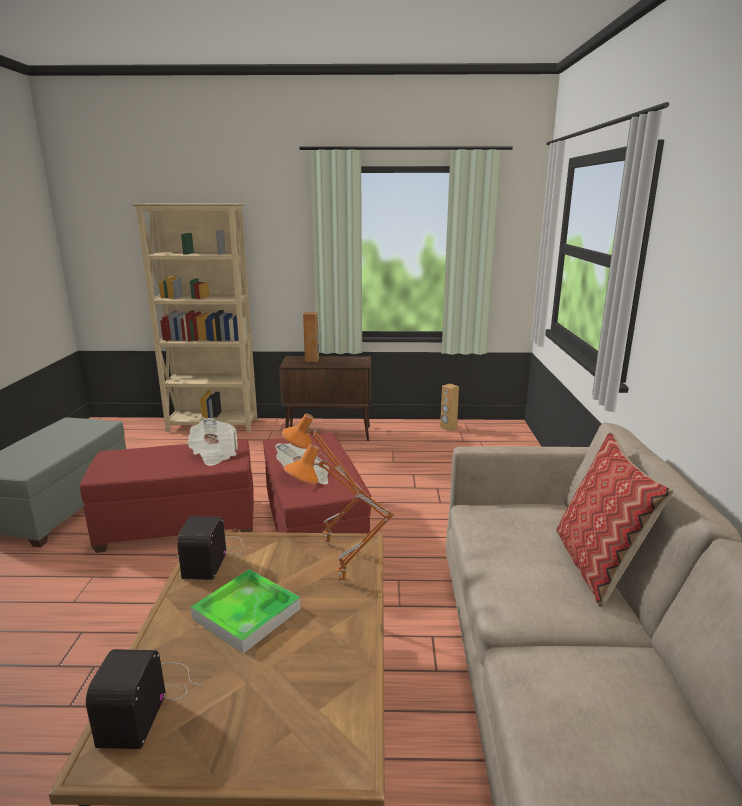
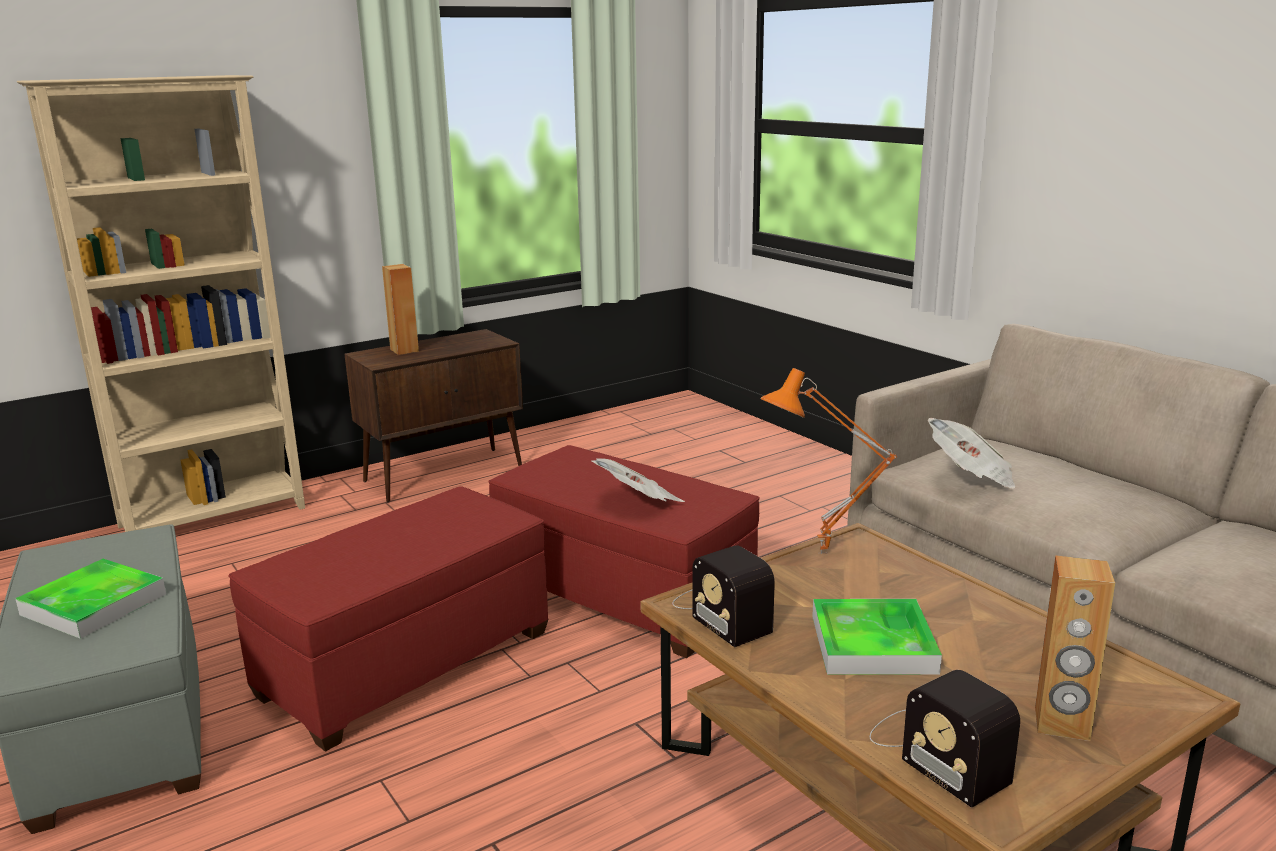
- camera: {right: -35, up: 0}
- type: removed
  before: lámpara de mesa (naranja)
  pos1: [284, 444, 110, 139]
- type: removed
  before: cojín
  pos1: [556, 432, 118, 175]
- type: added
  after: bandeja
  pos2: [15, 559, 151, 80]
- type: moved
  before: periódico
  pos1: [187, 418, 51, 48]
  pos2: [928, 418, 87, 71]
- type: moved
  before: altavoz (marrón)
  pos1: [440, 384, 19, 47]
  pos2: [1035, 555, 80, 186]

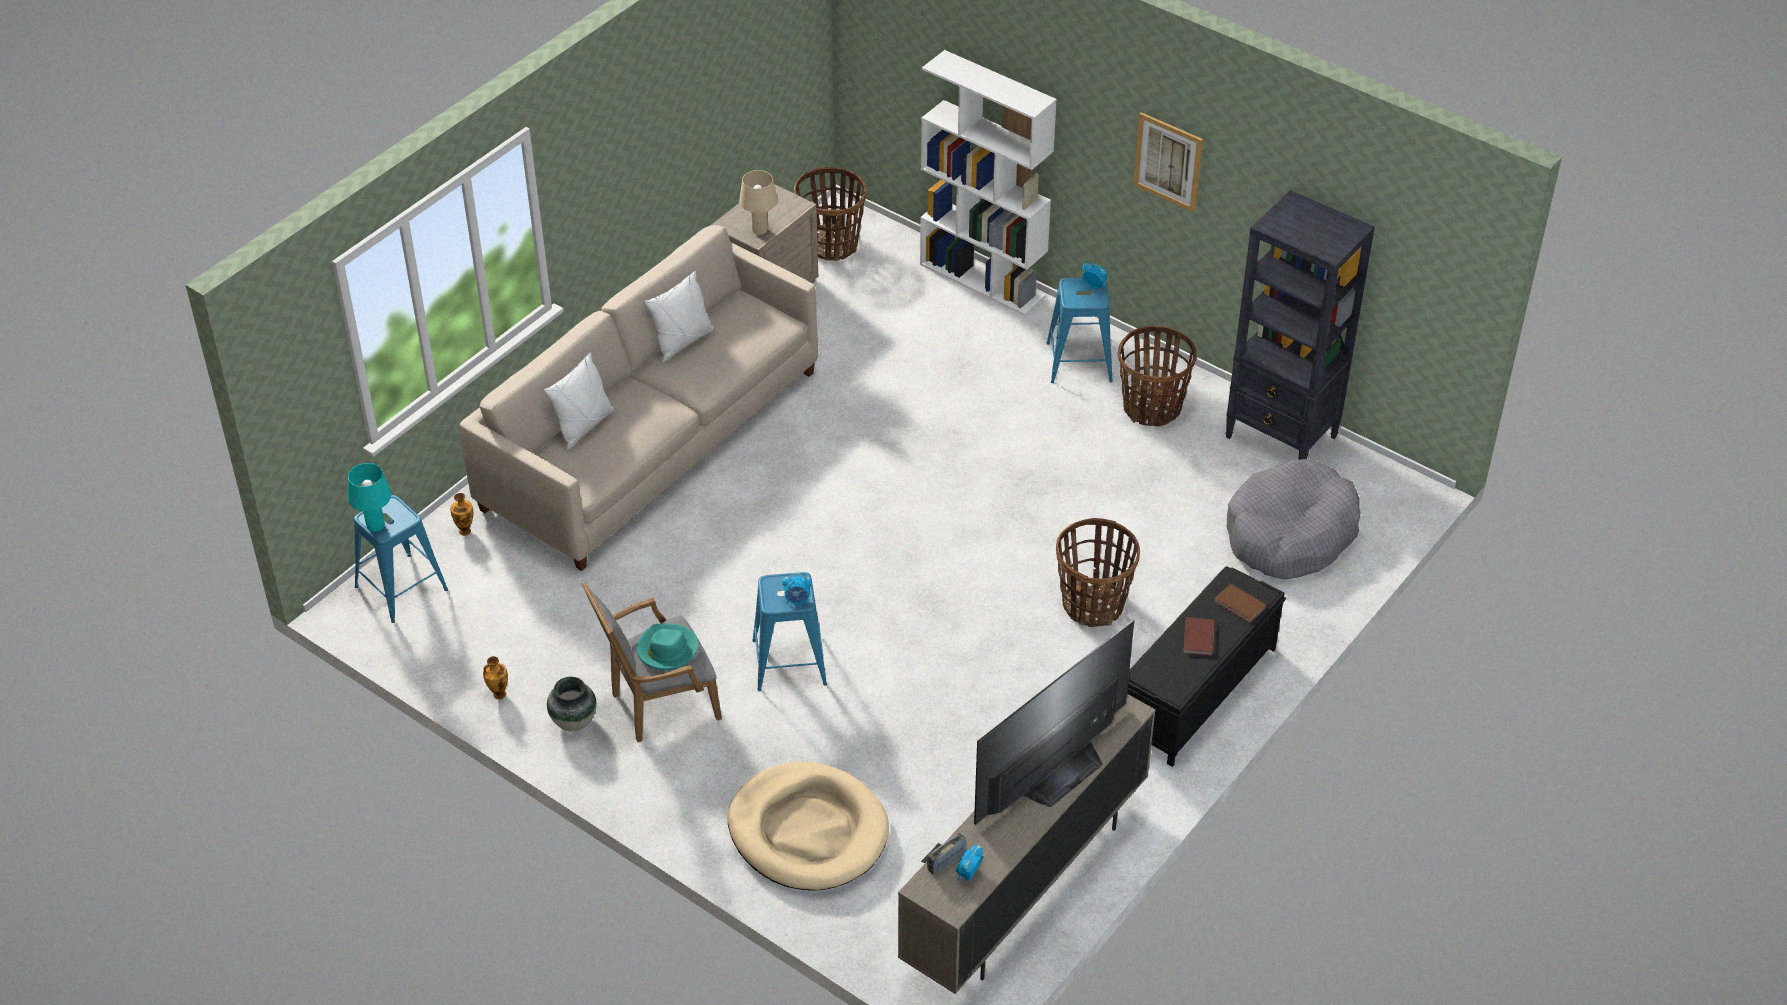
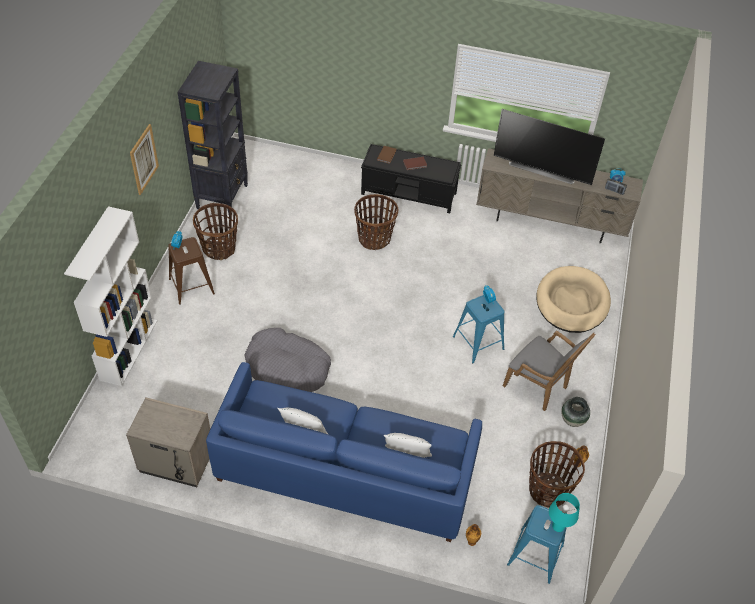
- camera: {right: -115, up: 5}
- type: removed
  before: sombrero (turquesa)
  pos1: [637, 623, 61, 47]
- type: removed
  before: lámpara de mesa (beis)
  pos1: [739, 170, 39, 65]
- type: moved
  before: cesta
  pos1: [794, 166, 72, 95]
  pos2: [529, 441, 56, 67]
- type: moved
  before: cama para perro (gris)
  pos1: [1227, 459, 133, 121]
  pos2: [244, 328, 87, 64]
- type: recoloured
  before: sofá (beis)
  after: sofá (azul)
  pos1: [459, 225, 359, 346]
  pos2: [206, 362, 276, 180]
- type: recoloured
  before: taburete (azul)
  after: taburete (marrón)
  pos1: [1047, 278, 66, 105]
  pos2: [168, 237, 47, 68]

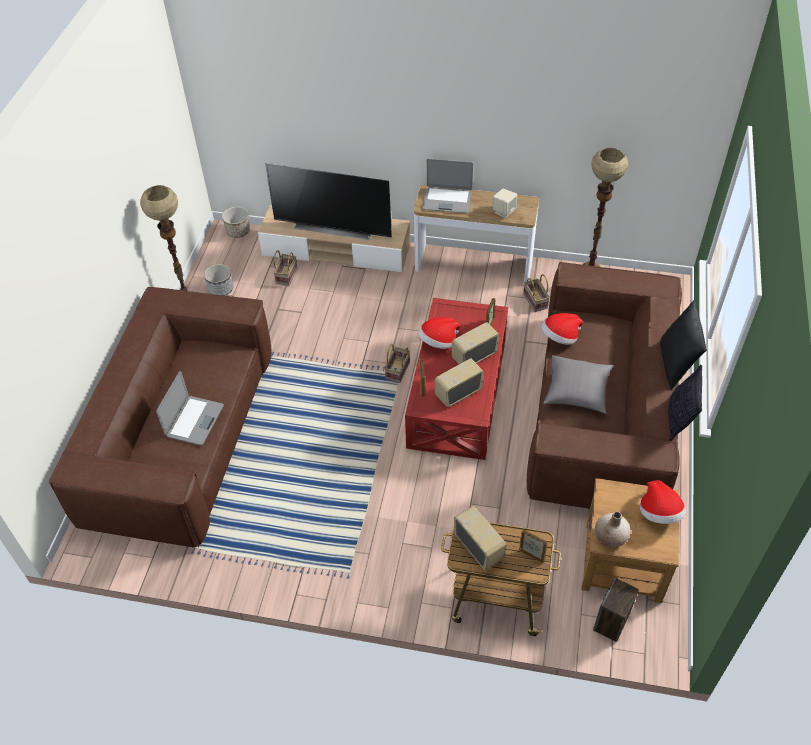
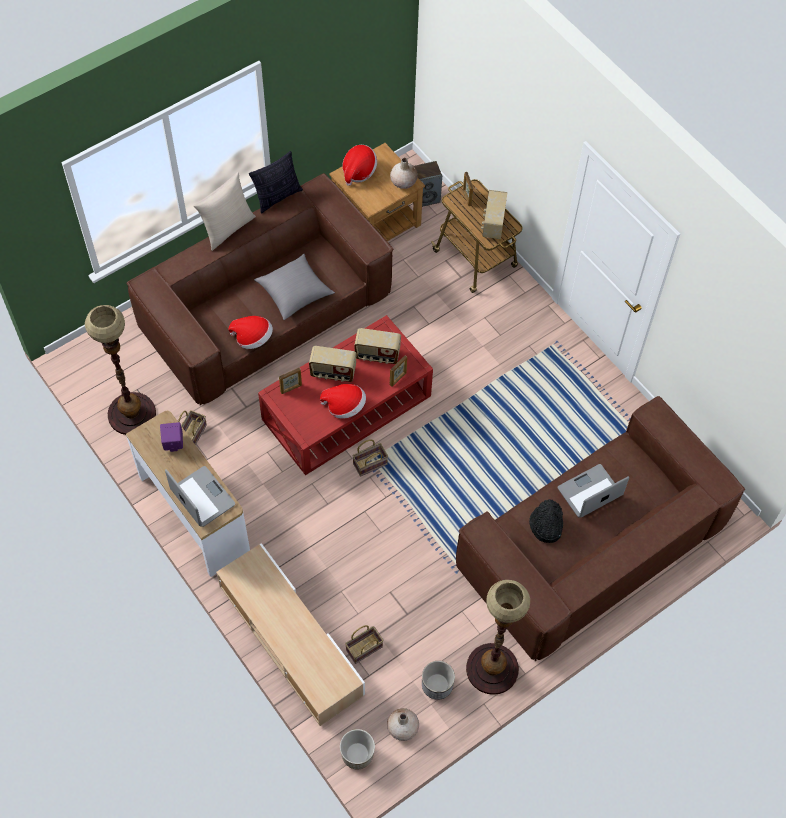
- camera: {right: -140, up: 10}
- type: removed
  before: televisor
  pos1: [265, 163, 127, 77]
- type: added
  after: florero (beis)
  pos2: [387, 708, 32, 33]
- type: added
  after: sombrero (negro)
  pos2: [529, 499, 34, 44]
- type: recoloured
  before: altavoz (beis)
  after: altavoz (morado)
  pos1: [493, 189, 24, 29]
  pos2: [160, 422, 23, 30]
- type: recoloured
  before: cojín (negro)
  after: cojín (beis)
  pos1: [660, 300, 47, 90]
  pos2: [193, 172, 63, 79]

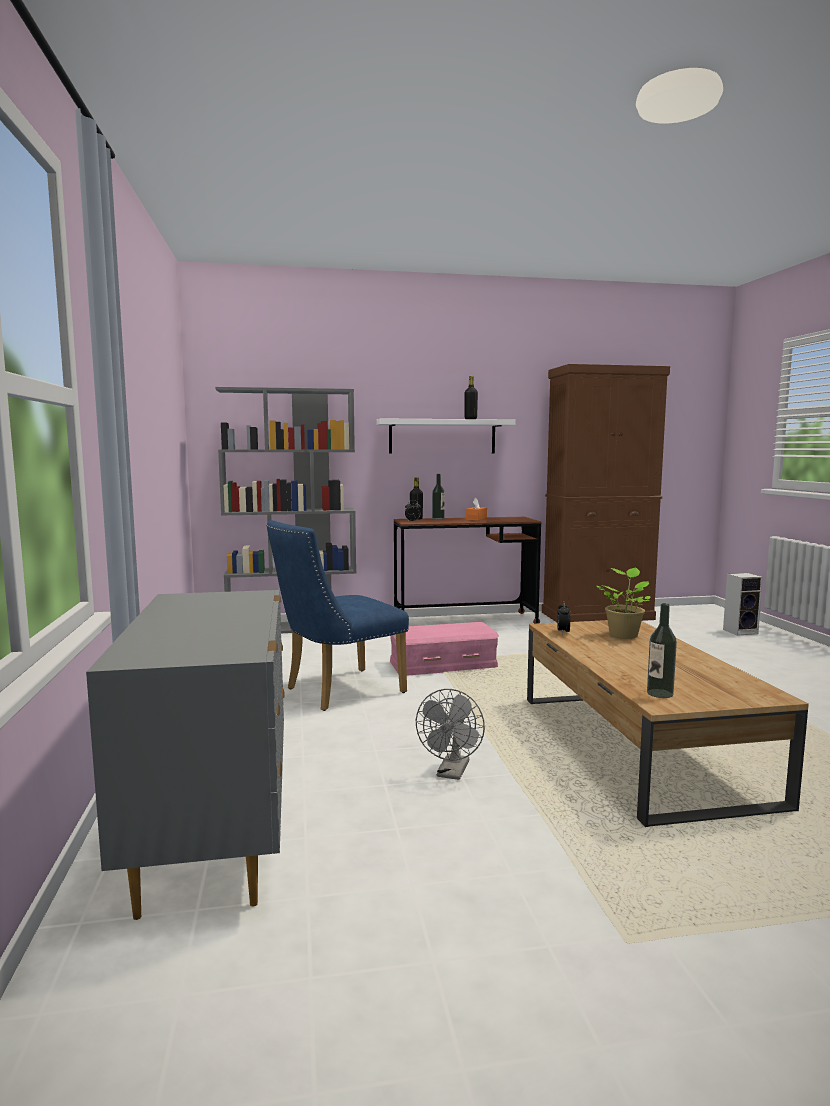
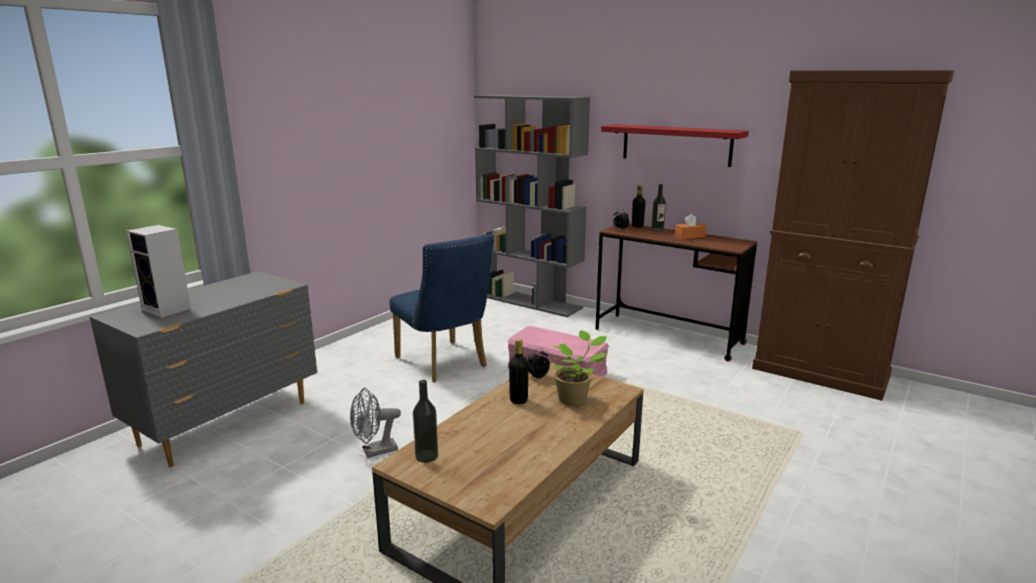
- camera: {right: 45, up: 10}
- type: moved
  before: botella (negro)
  pos1: [465, 376, 13, 43]
  pos2: [509, 339, 20, 65]
- type: moved
  before: altavoz
  pos1: [723, 573, 40, 63]
  pos2: [126, 225, 65, 93]
- type: recoloured
  before: estante (blanco)
  after: estante (rojo)
  pos1: [377, 418, 139, 36]
  pos2: [601, 124, 148, 43]
- type: turned
  before: silla (azul)
  pos1: [266, 520, 143, 191]
  pos2: [389, 234, 106, 148]
  turn: -135

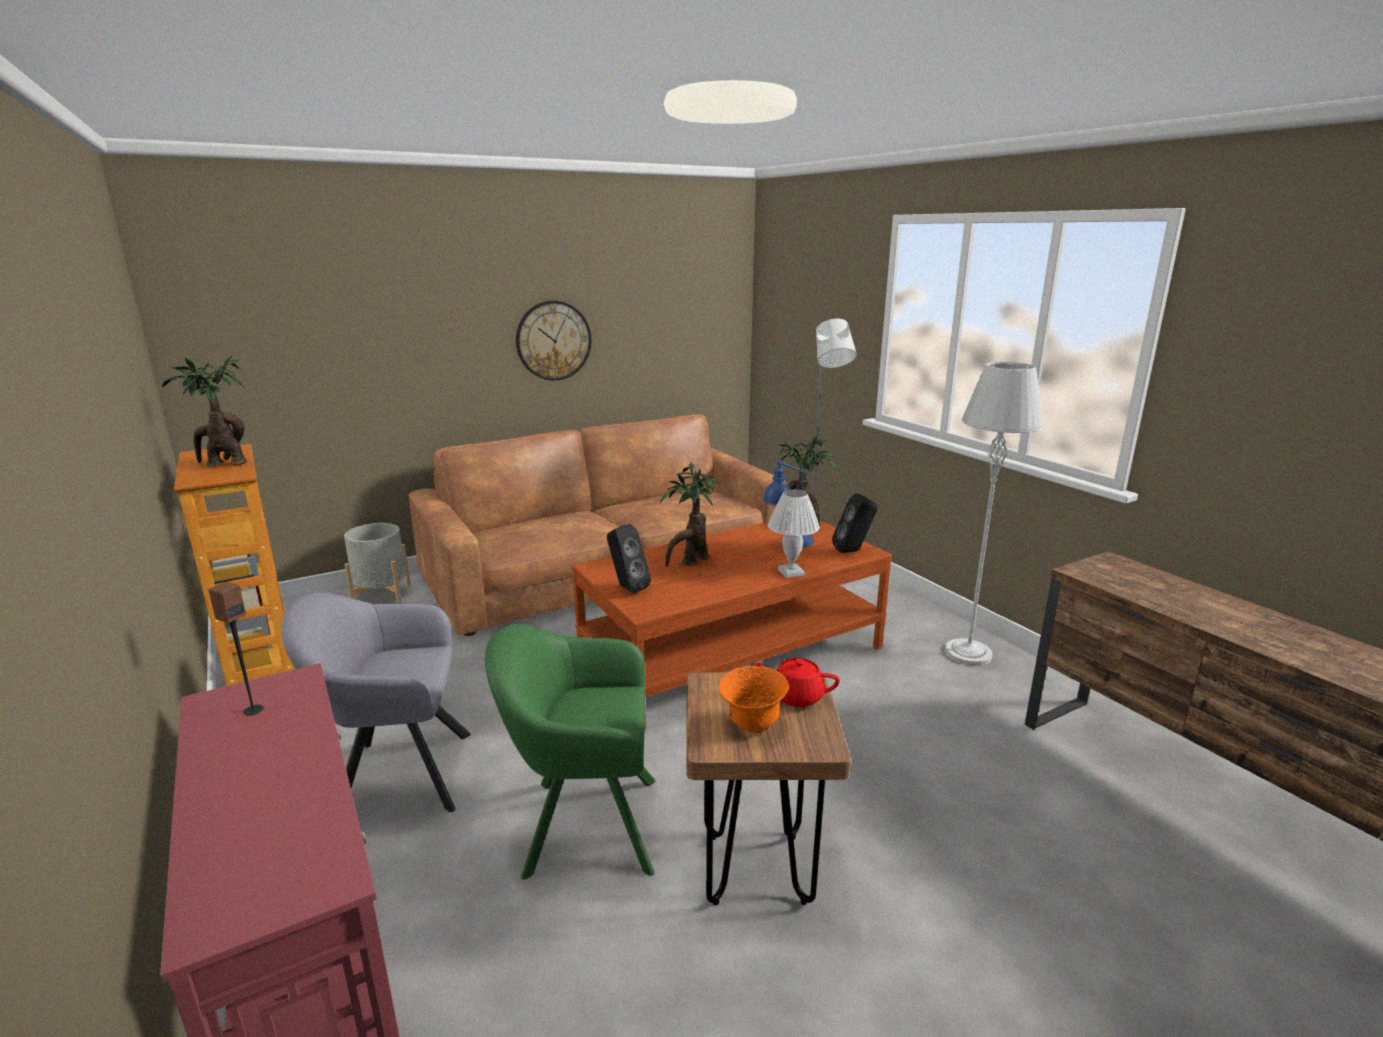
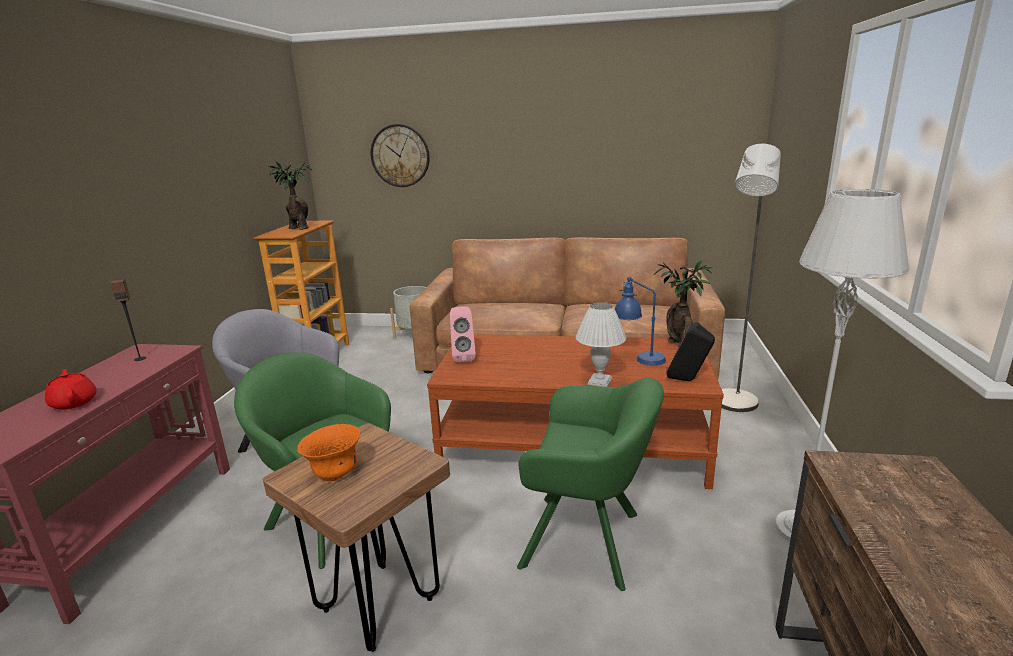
- camera: {right: 40, up: 0}
- type: removed
  before: planta en maceta
  pos1: [660, 462, 60, 105]
- type: added
  after: sillón (verde)
  pos2: [517, 378, 147, 213]
- type: moved
  before: reloj de pared
  pos1: [516, 301, 75, 80]
  pos2: [371, 124, 59, 63]
- type: moved
  before: tetera (rojo)
  pos1: [753, 658, 87, 49]
  pos2: [45, 369, 52, 41]
- type: recoloured
  before: altavoz (negro)
  after: altavoz (rosa)
  pos1: [607, 524, 44, 69]
  pos2: [450, 306, 26, 57]

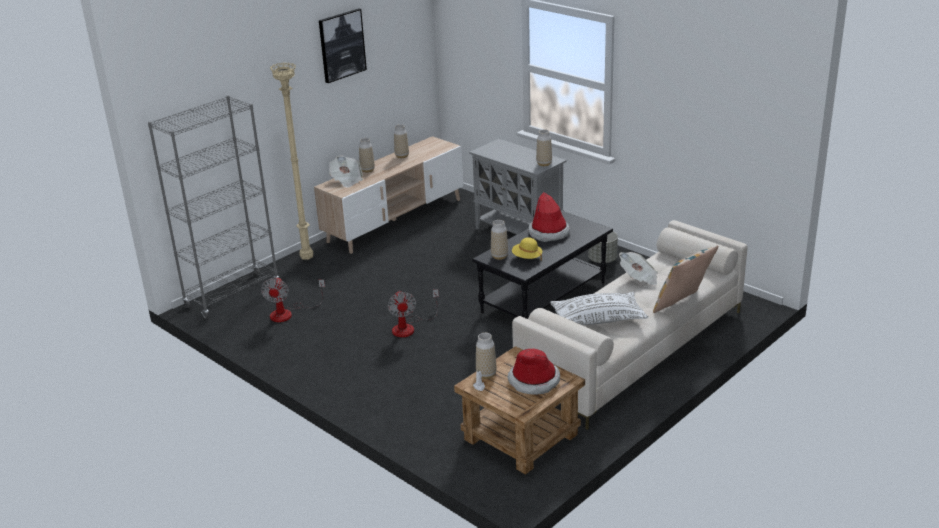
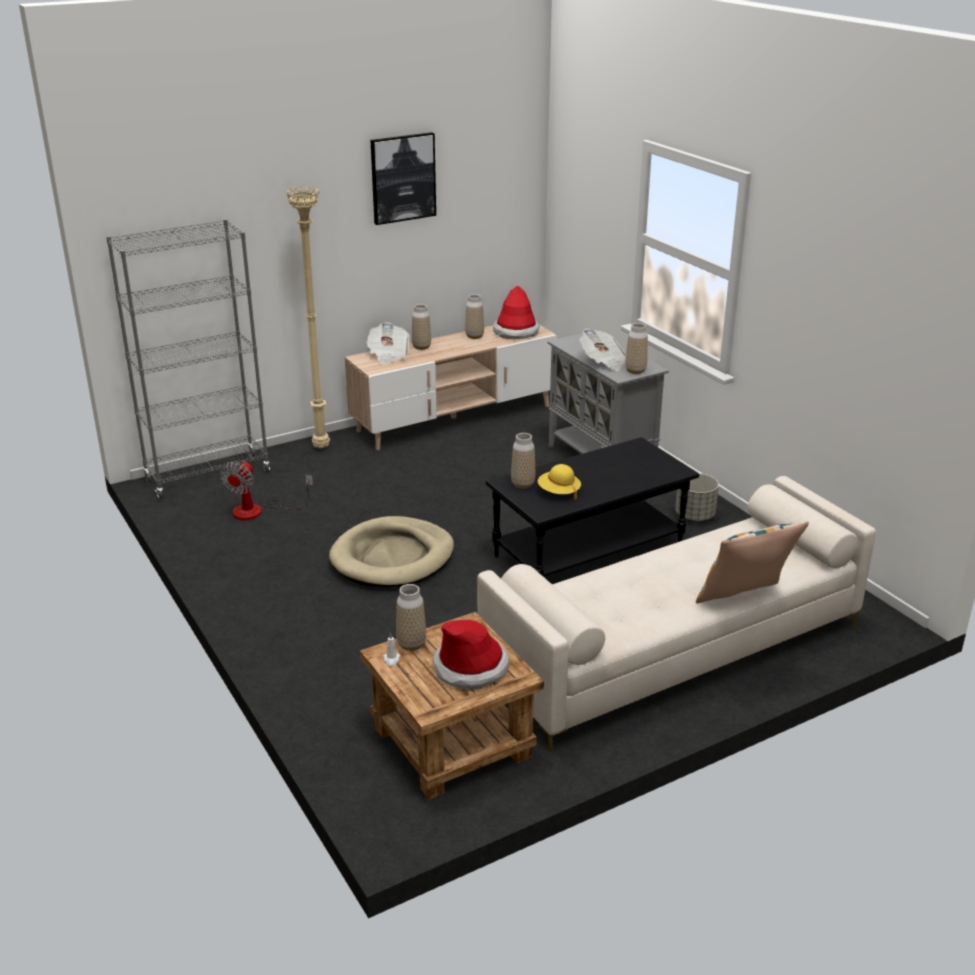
- camera: {right: 15, up: 0}
- type: removed
  before: cojín (blanco)
  pos1: [550, 292, 99, 33]
- type: moved
  before: sombrero
  pos1: [529, 192, 41, 50]
  pos2: [493, 286, 47, 53]
- type: moved
  before: periódico
  pos1: [619, 252, 39, 34]
  pos2: [579, 329, 47, 42]
- type: replaced
  before: ventilador
  after: cama para perro (beis)
  pos1: [387, 289, 52, 48]
  pos2: [329, 516, 125, 71]

